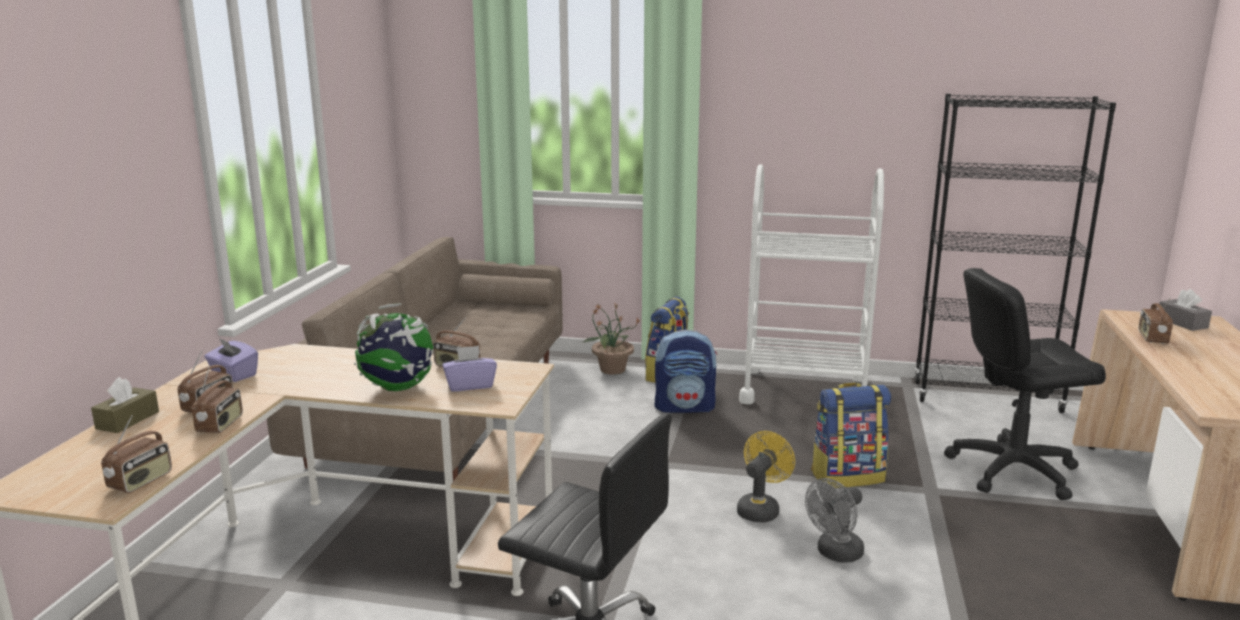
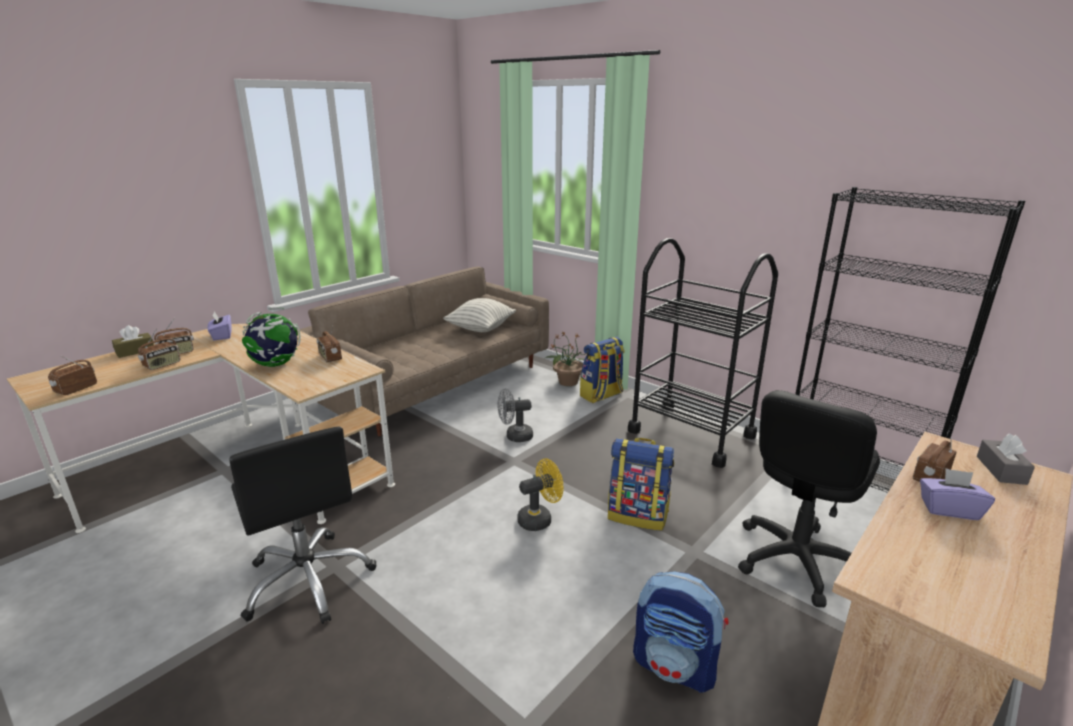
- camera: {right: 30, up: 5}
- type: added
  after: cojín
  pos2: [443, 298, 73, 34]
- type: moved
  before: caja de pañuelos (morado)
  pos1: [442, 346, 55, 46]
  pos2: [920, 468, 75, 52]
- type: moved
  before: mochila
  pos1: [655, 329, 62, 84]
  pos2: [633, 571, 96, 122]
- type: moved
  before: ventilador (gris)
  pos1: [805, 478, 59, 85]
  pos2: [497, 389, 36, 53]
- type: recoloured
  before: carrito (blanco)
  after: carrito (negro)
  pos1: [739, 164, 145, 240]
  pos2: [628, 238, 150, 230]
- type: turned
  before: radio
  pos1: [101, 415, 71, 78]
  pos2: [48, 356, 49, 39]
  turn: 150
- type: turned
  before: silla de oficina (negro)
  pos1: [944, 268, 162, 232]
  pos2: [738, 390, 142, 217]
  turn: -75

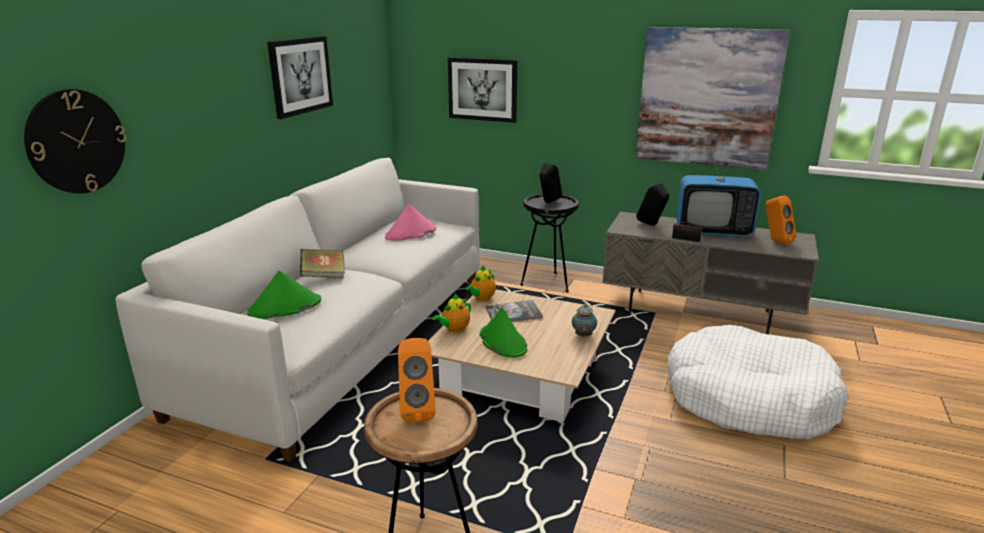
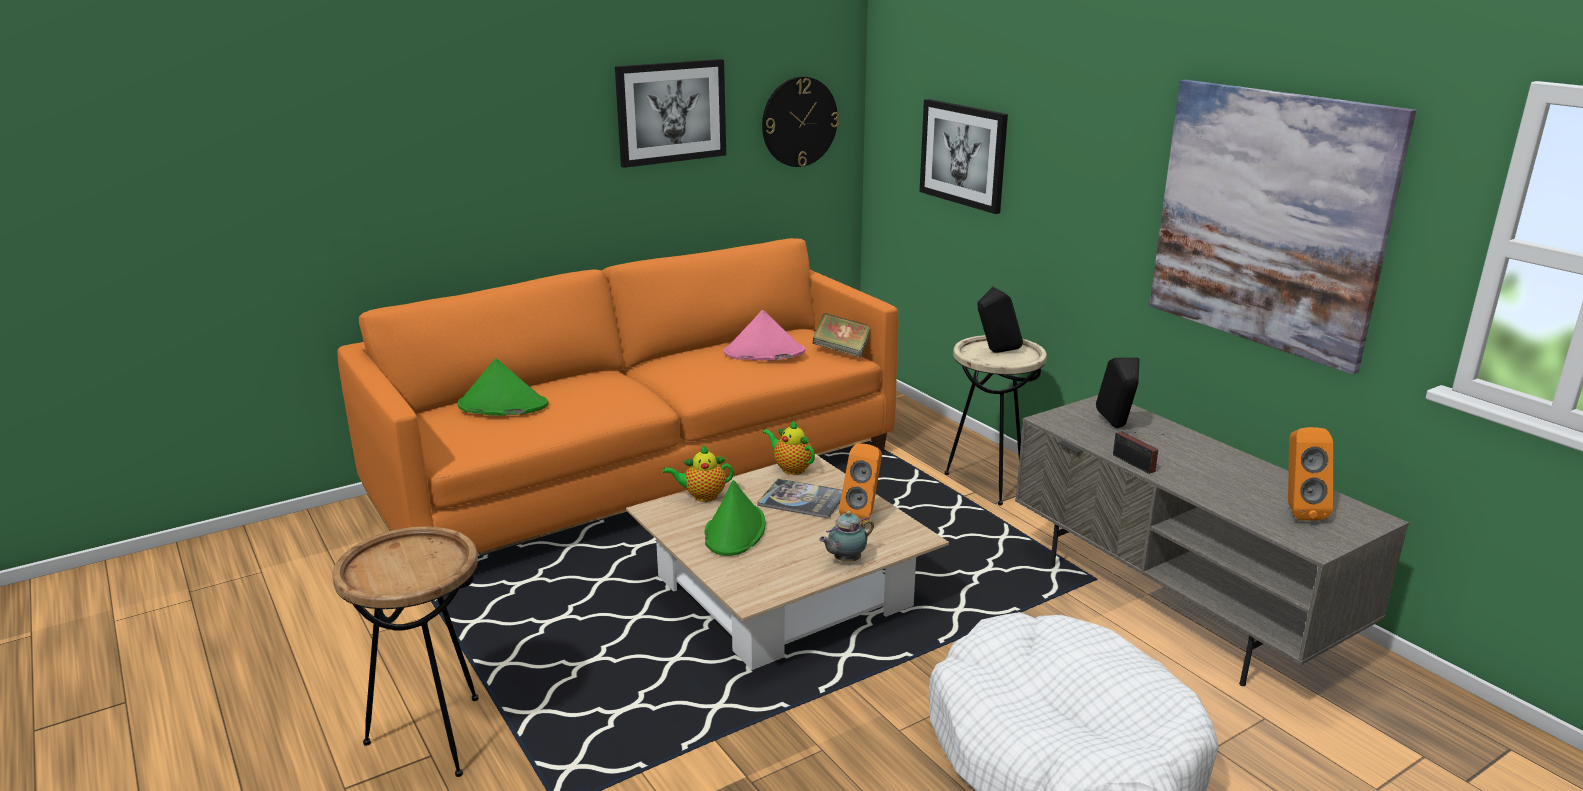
- camera: {right: 35, up: 0}
- type: removed
  before: televisor
  pos1: [676, 143, 85, 94]
- type: moved
  before: reloj de pared
  pos1: [24, 89, 102, 105]
  pos2: [762, 77, 77, 90]
- type: moved
  before: libro
  pos1: [300, 249, 45, 29]
  pos2: [813, 313, 58, 45]
- type: moved
  before: altavoz (naranja)
  pos1: [398, 338, 38, 85]
  pos2: [839, 443, 43, 82]
- type: recoloured
  before: sofá (blanco)
  after: sofá (naranja)
  pos1: [115, 158, 365, 304]
  pos2: [337, 238, 562, 315]
- type: recoloured
  before: mesa auxiliar (negro)
  after: mesa auxiliar (beis)
  pos1: [520, 194, 59, 99]
  pos2: [945, 335, 102, 170]
- type: turned
  before: tetera
  pos1: [465, 265, 31, 36]
  pos2: [762, 420, 53, 55]
  turn: 60

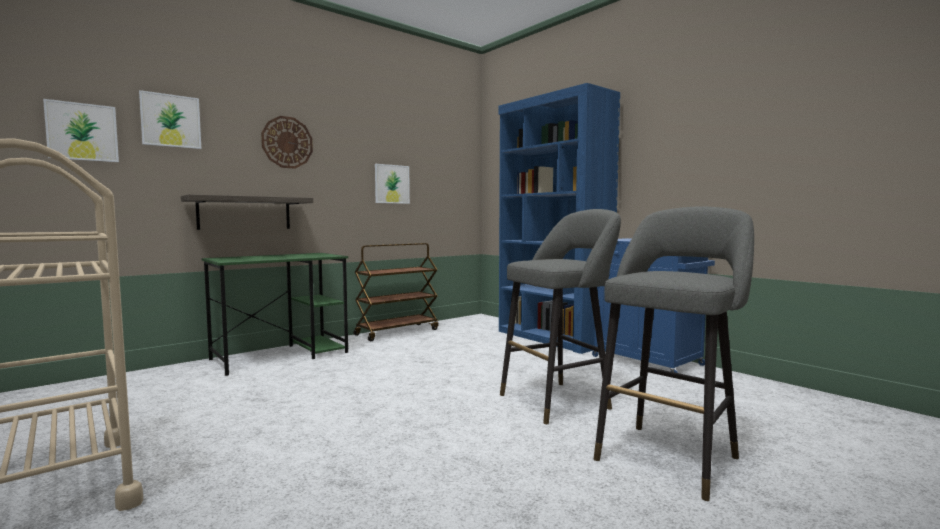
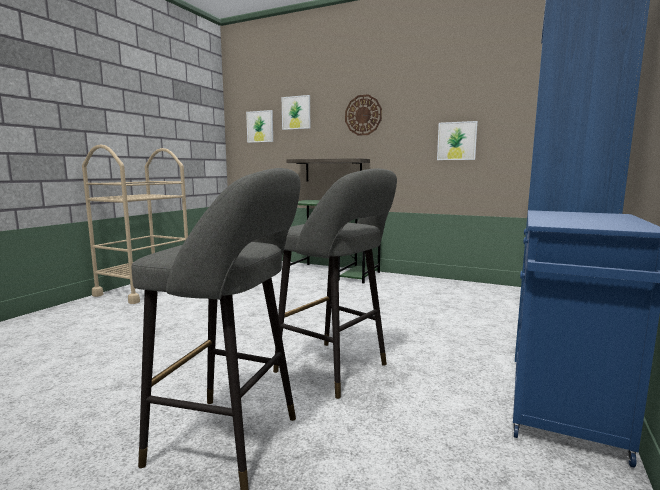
- camera: {right: 65, up: 5}
- type: removed
  before: carrito (marrón)
  pos1: [353, 243, 86, 98]

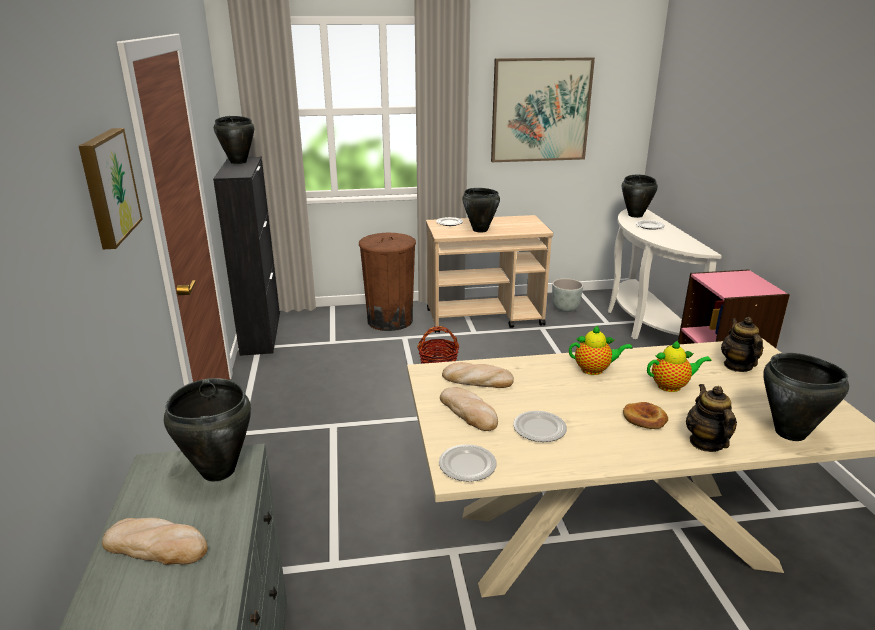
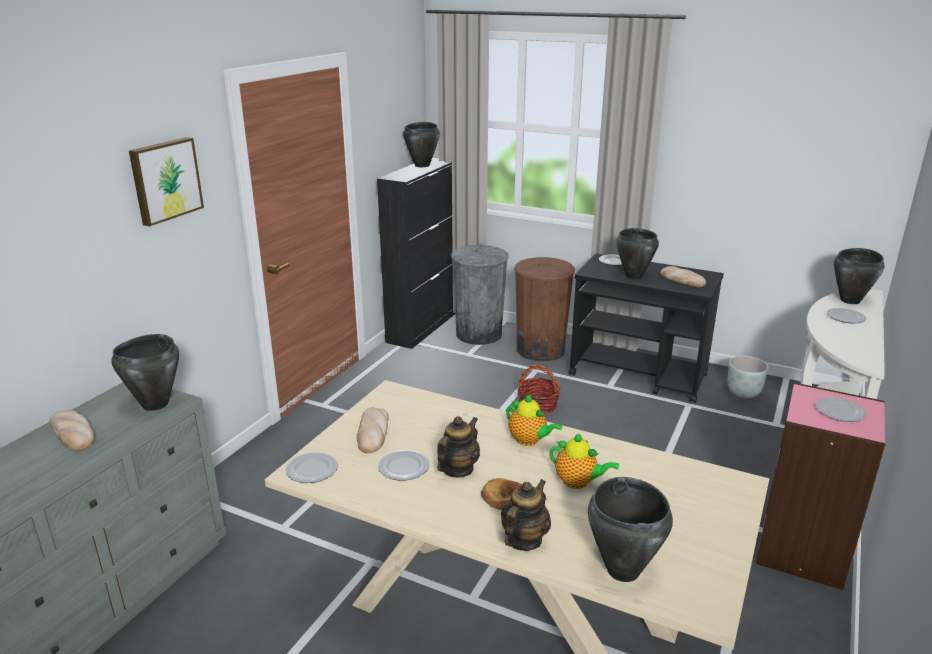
- camera: {right: 35, up: 0}
- type: removed
  before: cuadro
  pos1: [491, 57, 104, 105]
- type: added
  after: papelera (gris)
  pos2: [451, 245, 57, 100]
- type: added
  after: plato
  pos2: [815, 397, 52, 25]
- type: moved
  before: pan
  pos1: [442, 362, 72, 26]
  pos2: [660, 266, 46, 21]
- type: moved
  before: tetera
  pos1: [721, 317, 43, 55]
  pos2: [437, 416, 43, 62]
- type: recoloured
  before: carrito (beis)
  after: carrito (negro)
  pos1: [426, 215, 127, 118]
  pos2: [569, 254, 155, 149]

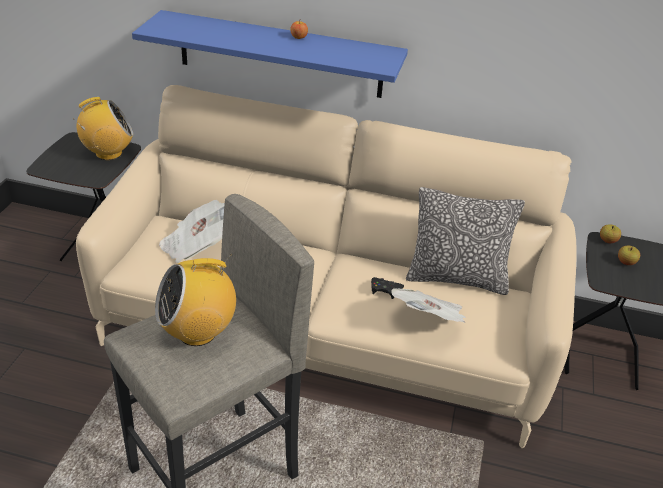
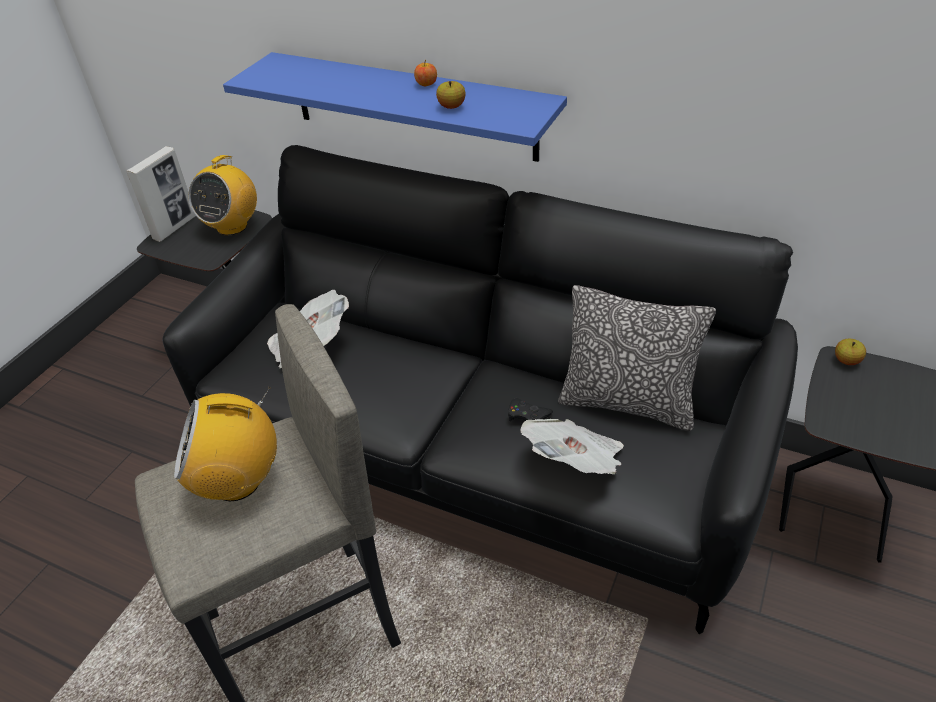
- camera: {right: 15, up: 5}
- type: added
  after: portarretratos
  pos2: [126, 146, 70, 96]
- type: moved
  before: manzana
  pos1: [618, 246, 22, 19]
  pos2: [436, 81, 29, 28]
- type: recoloured
  before: sofá (beis)
  after: sofá (negro)
  pos1: [76, 85, 501, 363]
  pos2: [162, 145, 636, 489]
- type: turned
  before: radio
  pos1: [73, 97, 61, 63]
  pos2: [188, 155, 69, 80]
  turn: 120

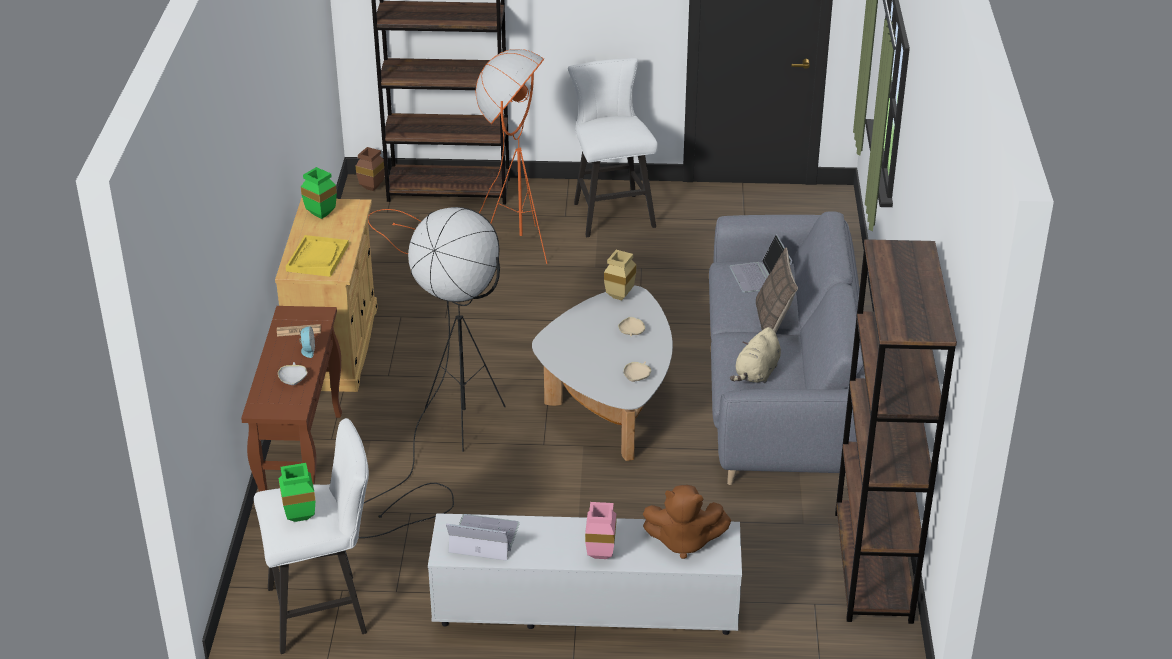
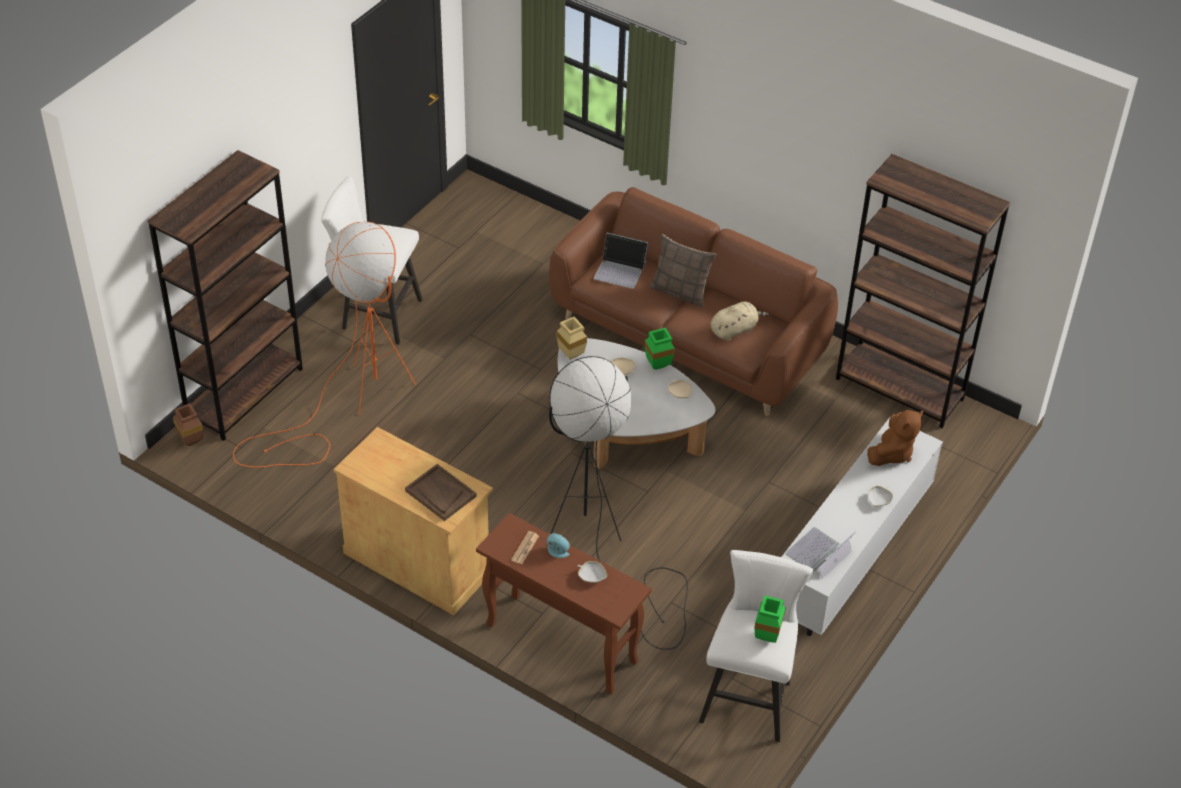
- camera: {right: -60, up: 10}
- type: moved
  before: florero (verde)
  pos1: [301, 167, 36, 52]
  pos2: [645, 328, 30, 42]
- type: replaced
  before: florero (rosa)
  after: cuenco (blanco)
  pos1: [585, 502, 32, 57]
  pos2: [868, 486, 25, 21]
- type: recoloured
  before: bandeja (amarillo)
  after: bandeja (marrón)
  pos1: [286, 235, 63, 42]
  pos2: [405, 464, 72, 57]
- type: recoloured
  before: sofá (gris)
  after: sofá (marrón)
  pos1: [709, 211, 156, 274]
  pos2: [549, 187, 289, 229]
- type: turned
  before: peluche (beis)
  pos1: [730, 327, 51, 56]
  pos2: [710, 301, 59, 40]
  turn: -90

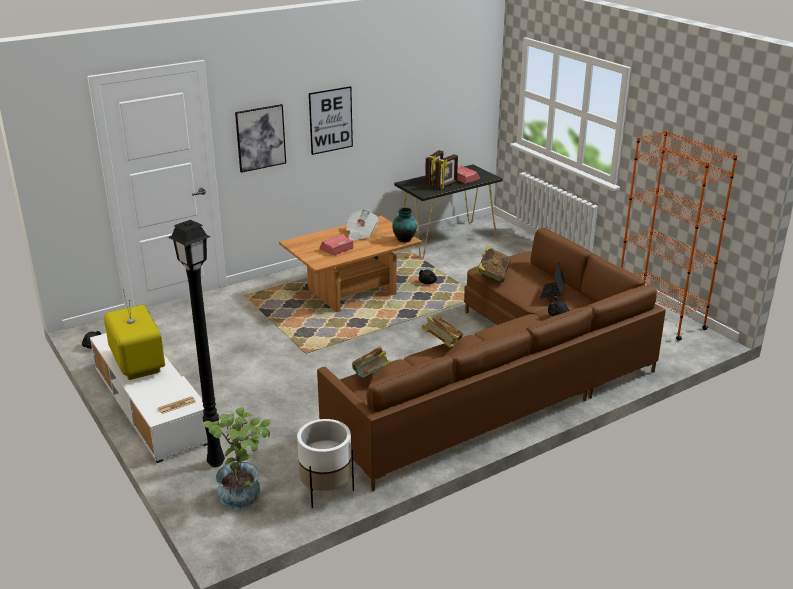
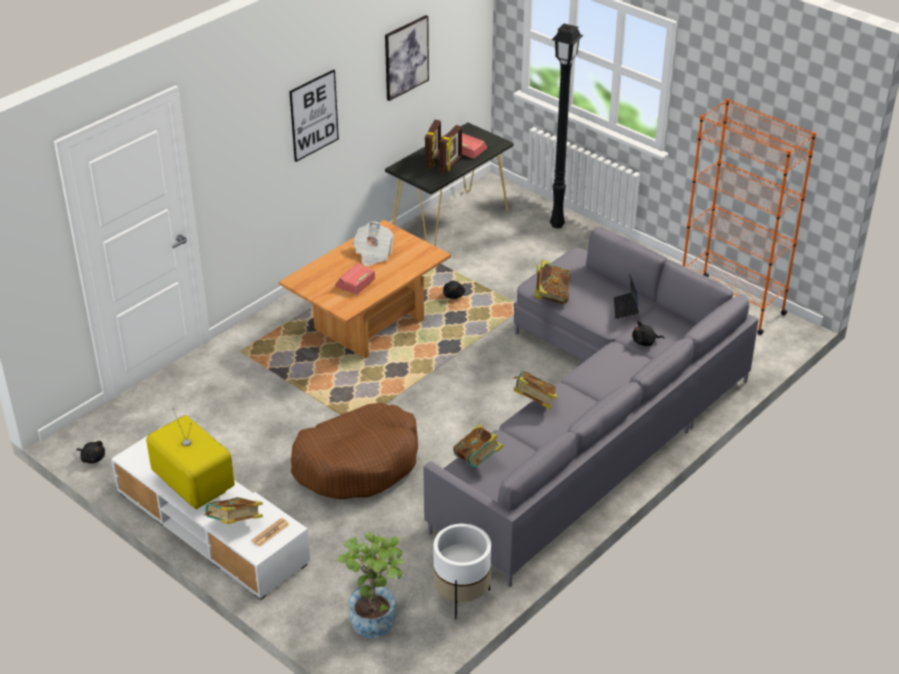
- camera: {right: -15, up: 10}
- type: removed
  before: florero
  pos1: [392, 207, 25, 35]
- type: added
  after: libro
  pos2: [204, 497, 59, 27]
- type: added
  after: cama para perro (marrón)
  pos2: [291, 403, 127, 96]
- type: moved
  before: lámpara de pie (negro)
  pos1: [168, 220, 57, 247]
  pos2: [550, 24, 33, 205]
- type: moved
  before: cuadro
  pos1: [235, 104, 51, 69]
  pos2: [385, 15, 44, 86]
- type: recoloured
  before: sofá (marrón)
  after: sofá (gris)
  pos1: [317, 228, 349, 263]
  pos2: [423, 227, 336, 360]

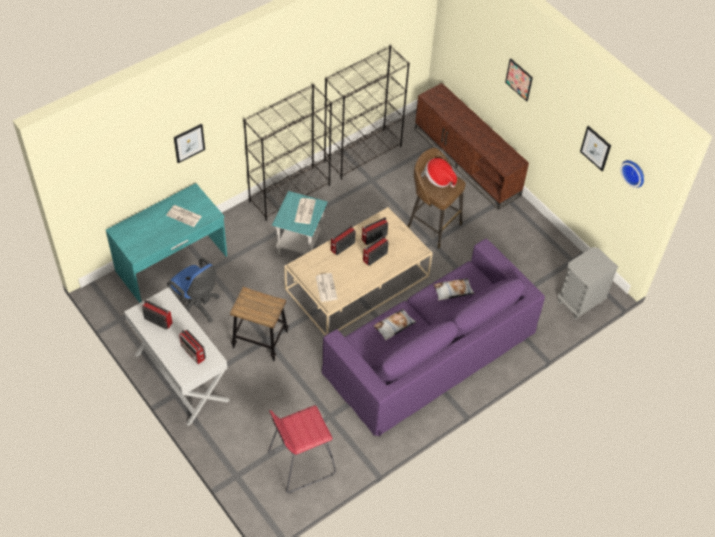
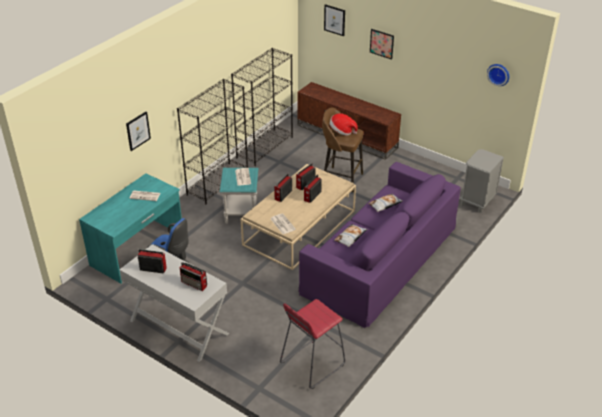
- camera: {right: -15, up: -15}
- type: removed
  before: taburete
  pos1: [230, 287, 59, 74]
- type: moved
  before: cuadro
  pos1: [580, 126, 31, 45]
  pos2: [324, 4, 21, 32]

